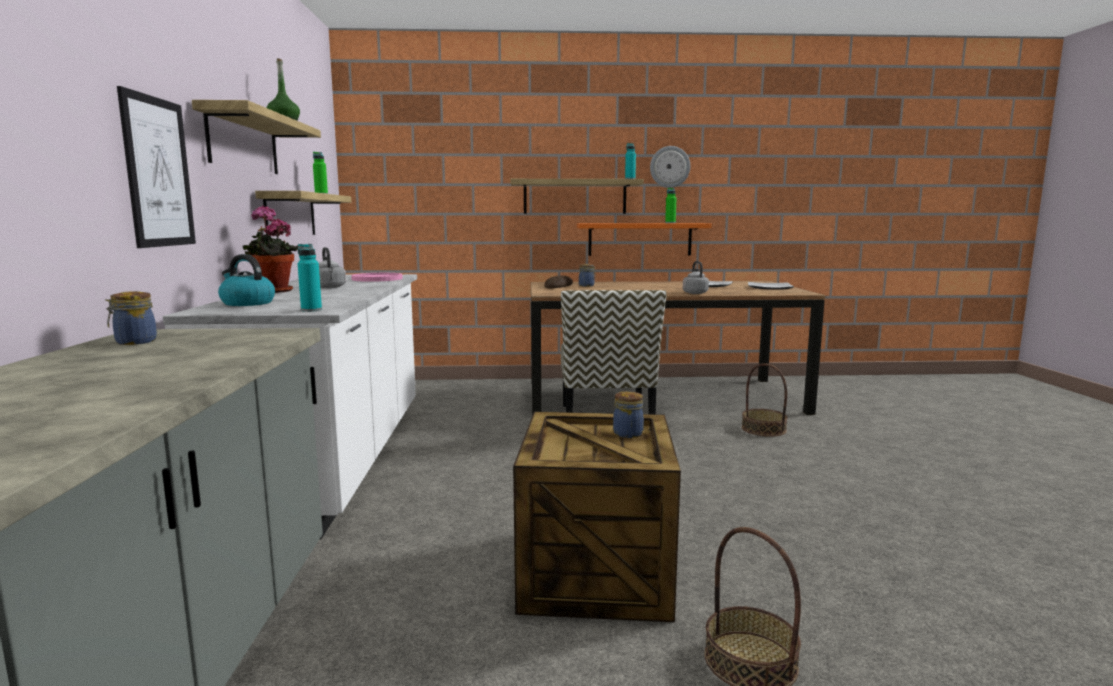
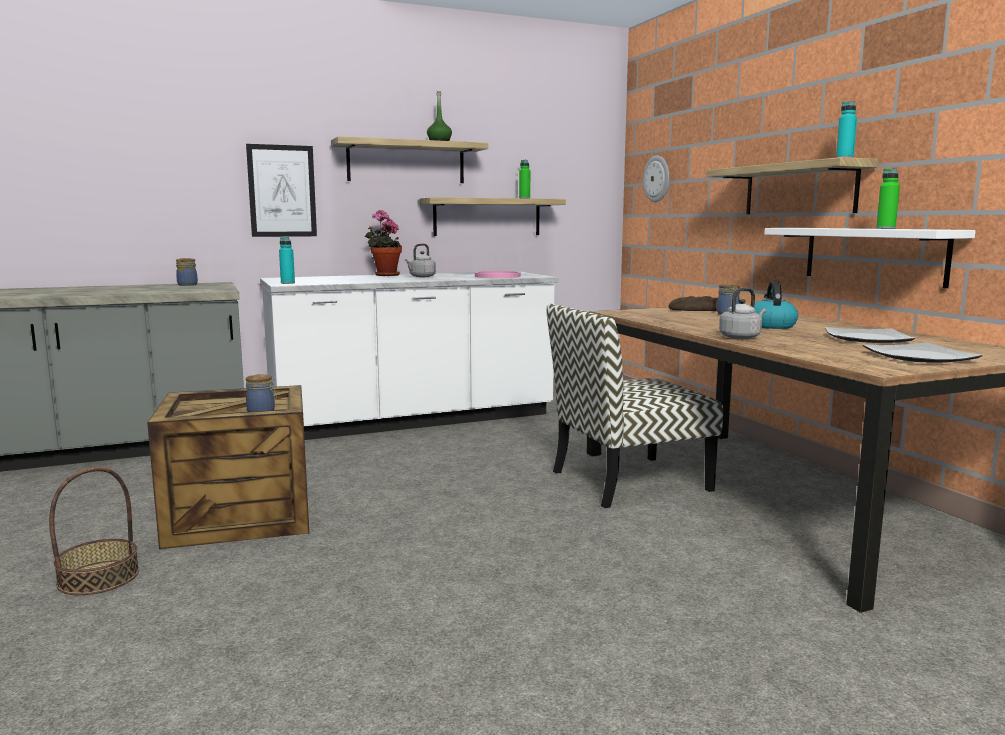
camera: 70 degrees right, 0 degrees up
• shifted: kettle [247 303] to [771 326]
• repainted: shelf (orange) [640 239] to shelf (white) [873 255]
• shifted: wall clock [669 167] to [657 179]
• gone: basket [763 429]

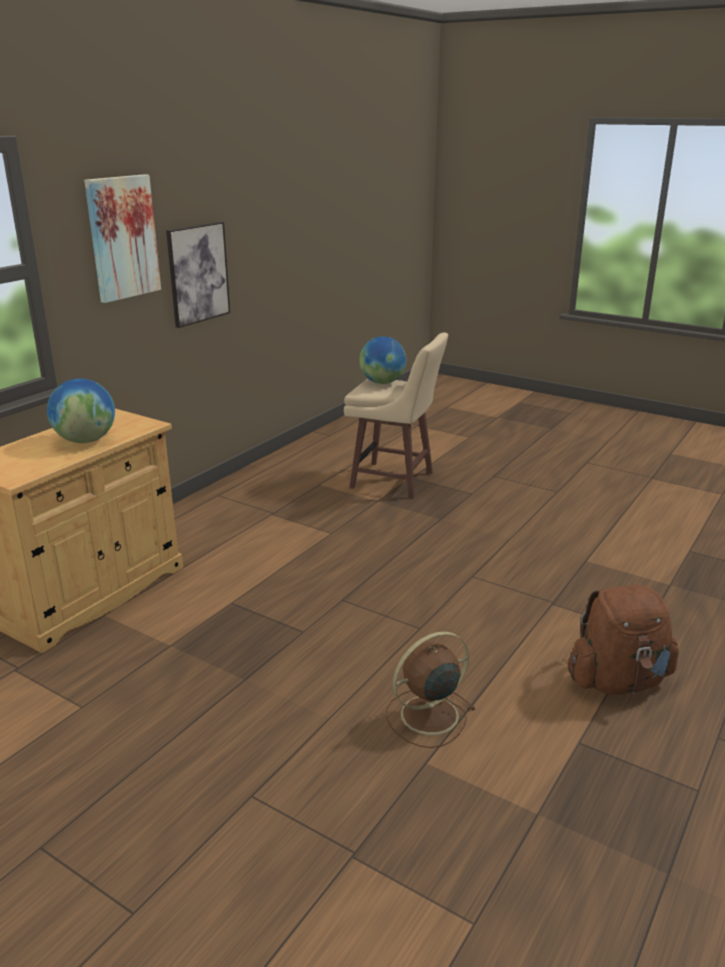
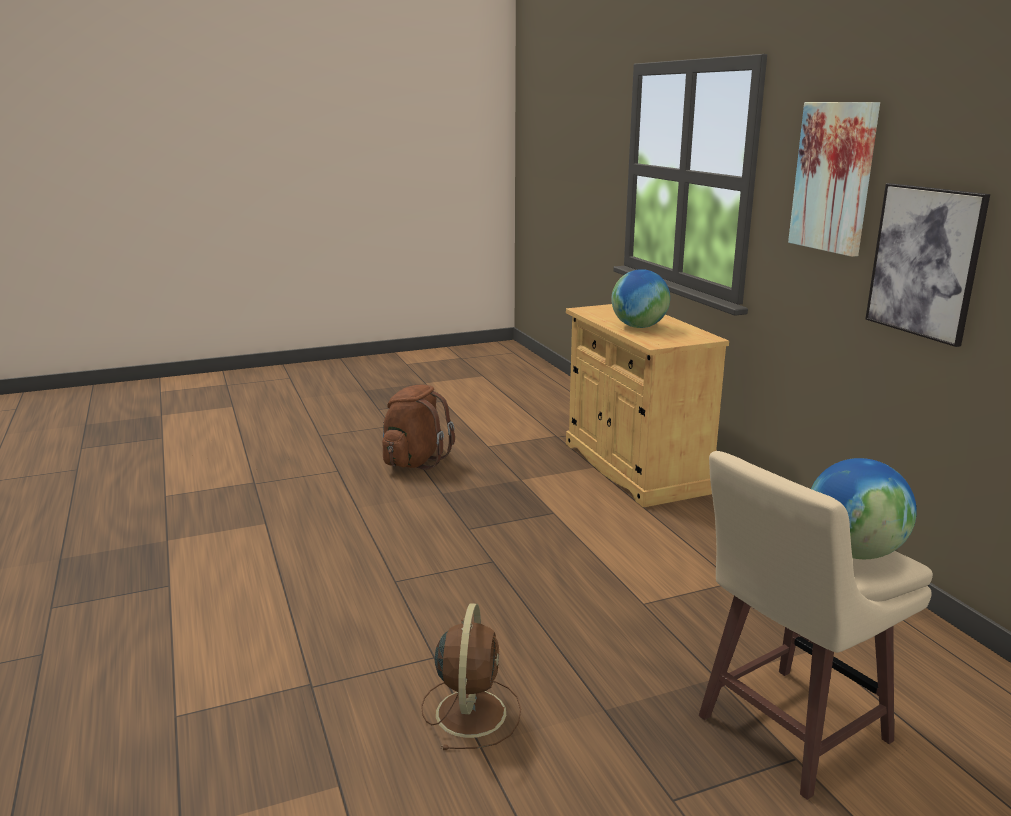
camera: 125 degrees right, 5 degrees down
• shifted: fan (brown) [427 716] to [471 711]
• shifted: backpack (brown) [618 681] to [415 461]

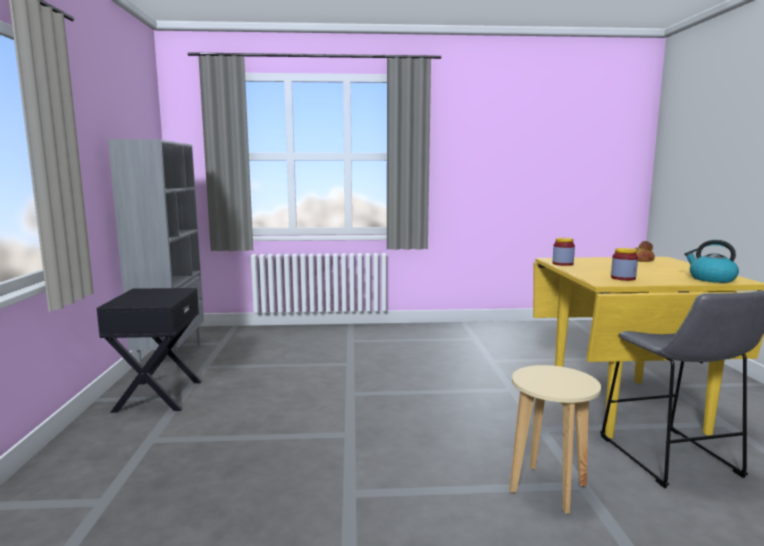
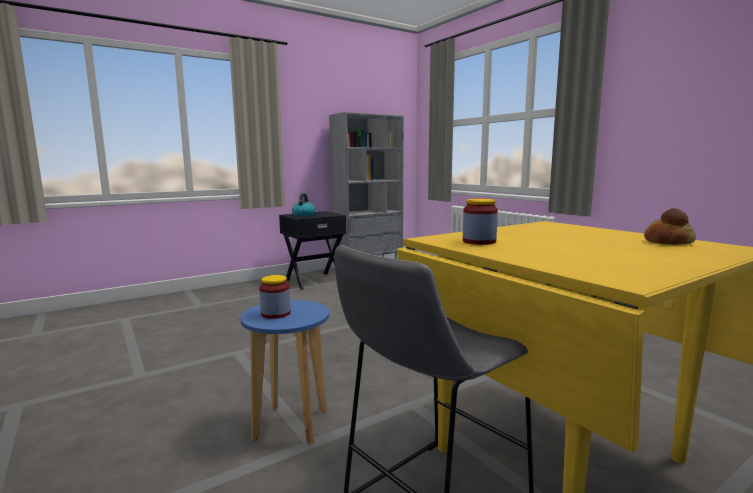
camera: 60 degrees right, 0 degrees up
• repainted: stool (beige) [548 489] to stool (blue) [291 425]
• shifted: jar [562 264] to [276 313]
• shifted: kettle [711 279] to [304 215]

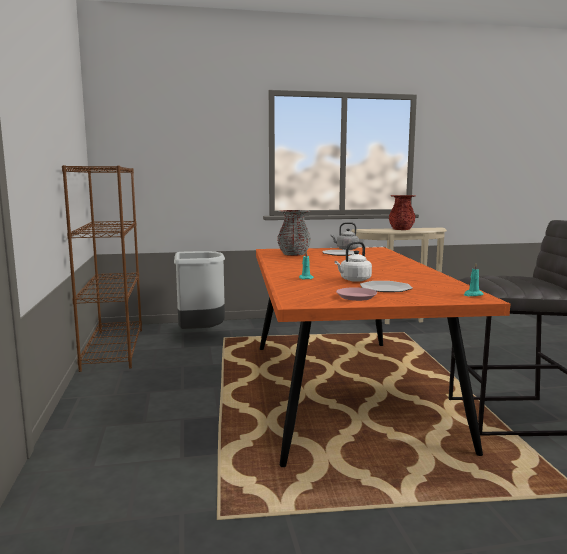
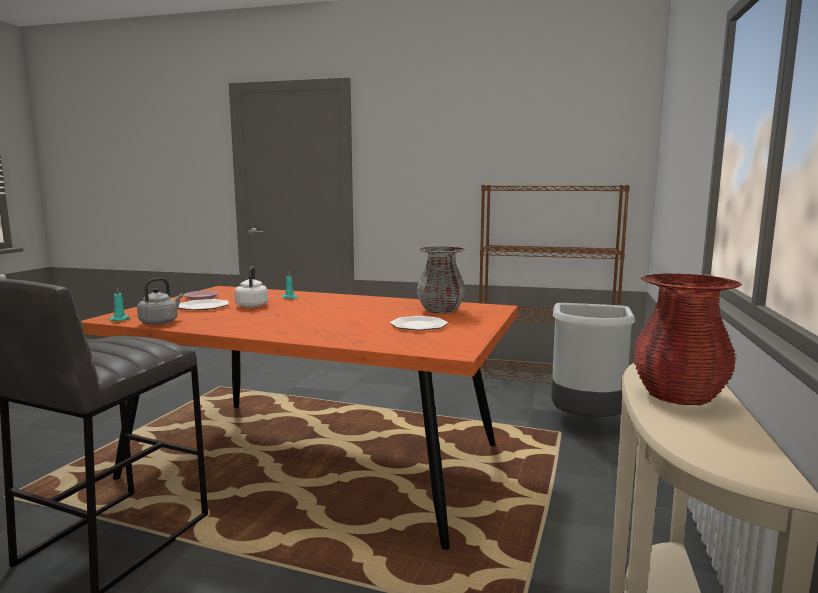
camera: 115 degrees right, 0 degrees up
• shifted: kettle (grey) [346 249] to [160 322]

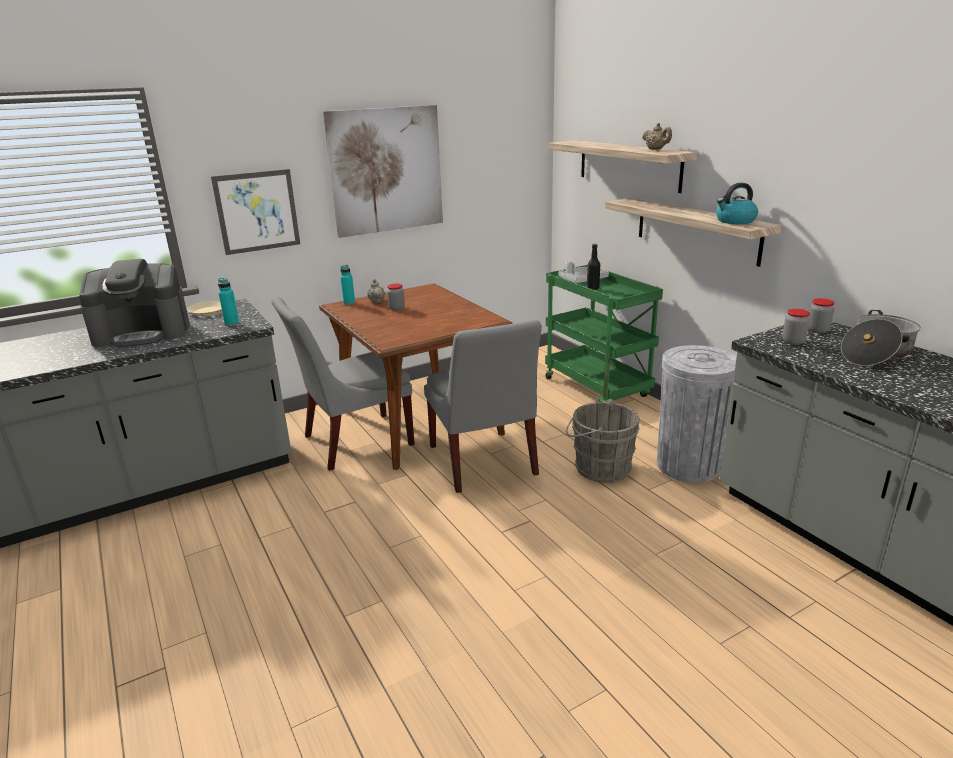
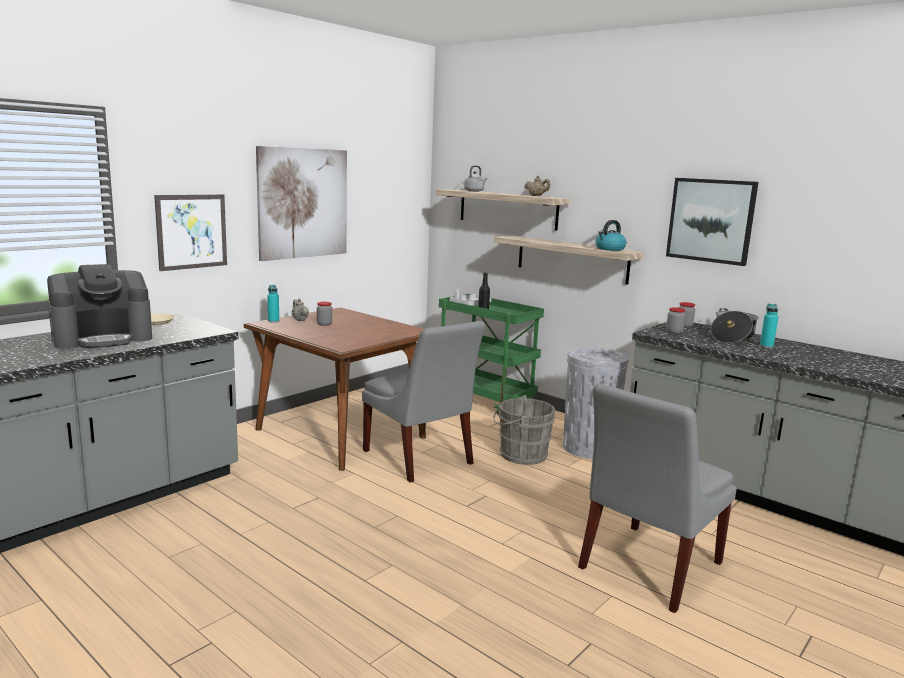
camera: 20 degrees left, 10 degrees down
• shifted: bottle (turquoise) [232 323] to [766 346]
• shifted: chair (grey) [353 441] to [646 567]
• new: kettle (grey) [474 191]
• new: picture [711 220]

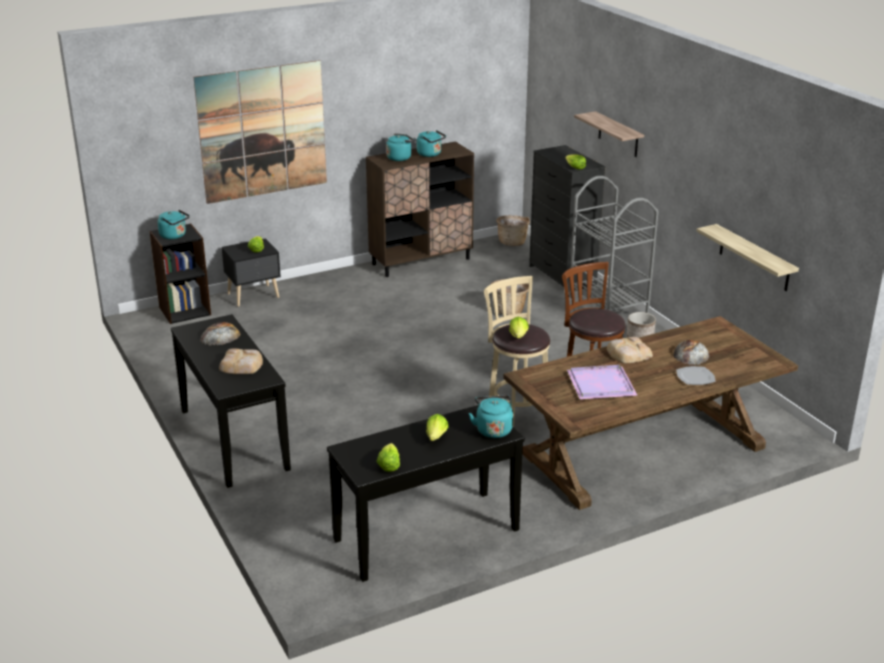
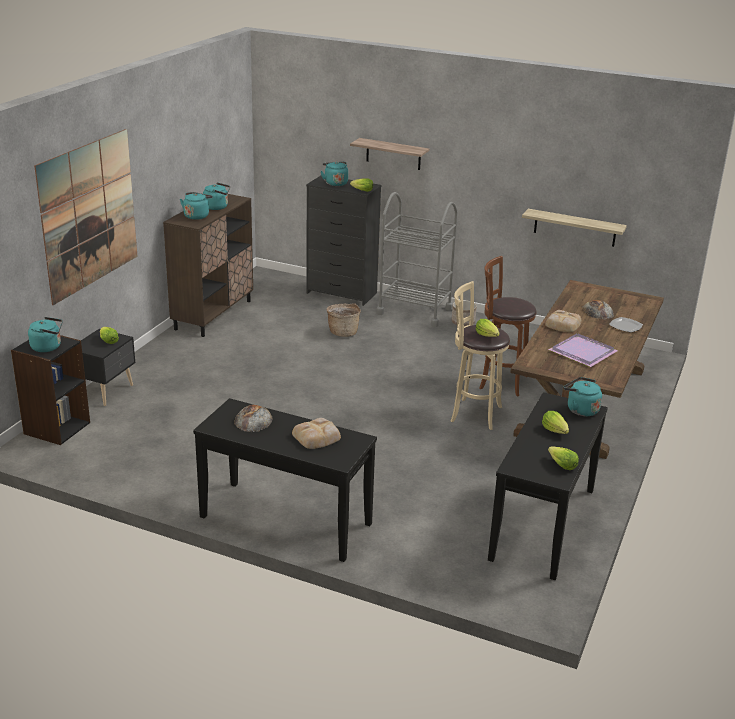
camera: 40 degrees left, 0 degrees up
• gone: basket [512 242]
• new: kettle (turquoise) [335 183]

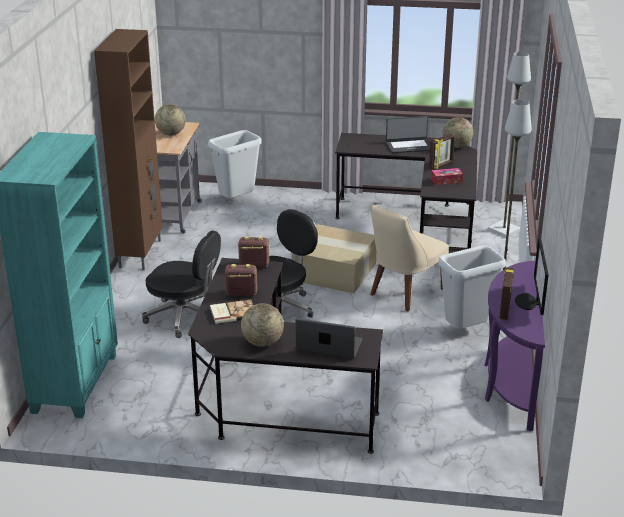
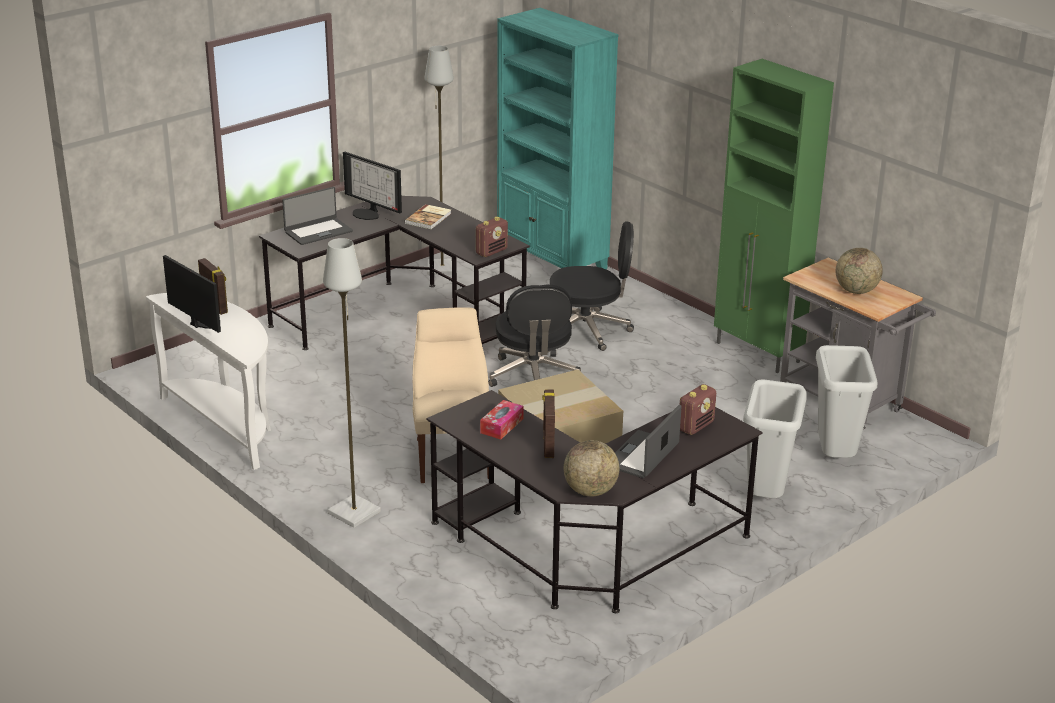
camera: 130 degrees right, 0 degrees up
• repainted: cabinet (brown) [141 253] to cabinet (green) [758 353]
• rotated: office chair (black) [184 317] = [588 330] 150 degrees counterclockwise
• shifted: radio [241 293] to [696 426]
• swapped: globe [262 342] to monitor [368 213]
• shifted: trash can (grey) [466 330] to [767 497]
• repainted: console table (purple) [509 383] to console table (white) [226 425]
• shifted: floor lamp (grey) [504 230] to [441 269]

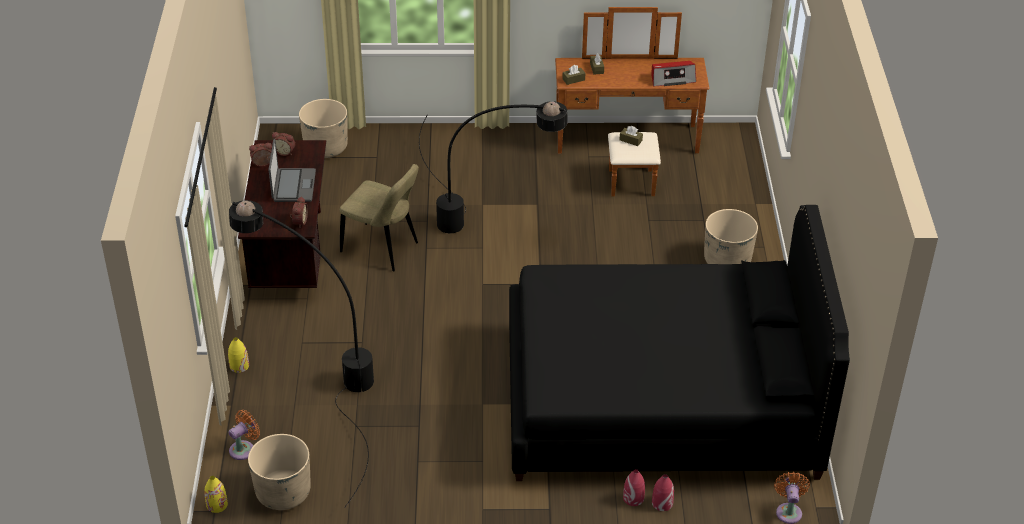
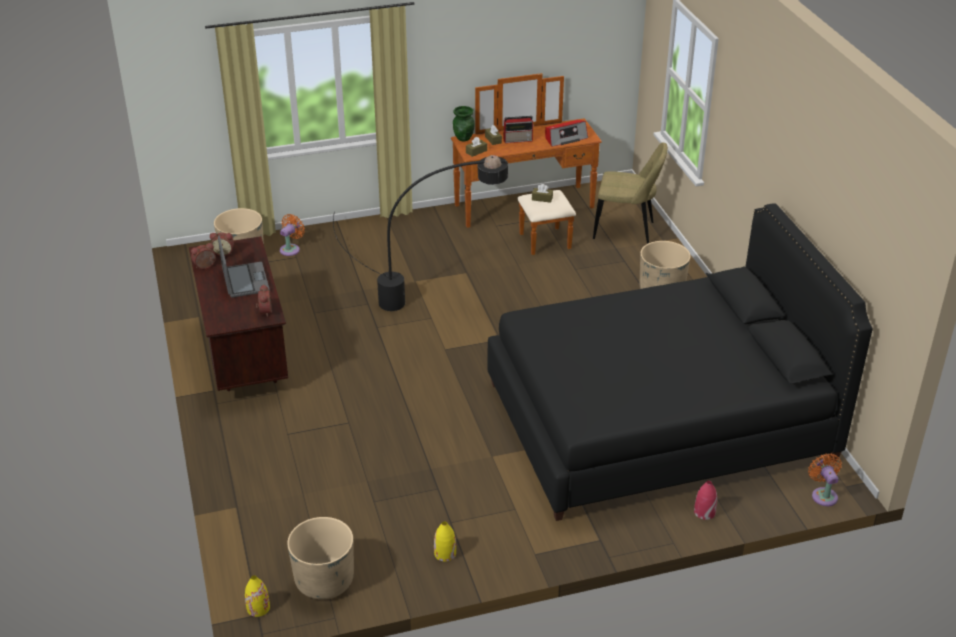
camera: 15 degrees left, 5 degrees down
• shifted: vase (yellow) [239 366] to [444 553]
• shifted: fan (orange) [244 449] to [291 249]
• gone: floor lamp (black) [318 381]
• shifted: chair (beige) [382 249] to [627 231]
• gone: vase (red) [633 498]
• new: vase (green) [464 138]
• new: radio [518 140]

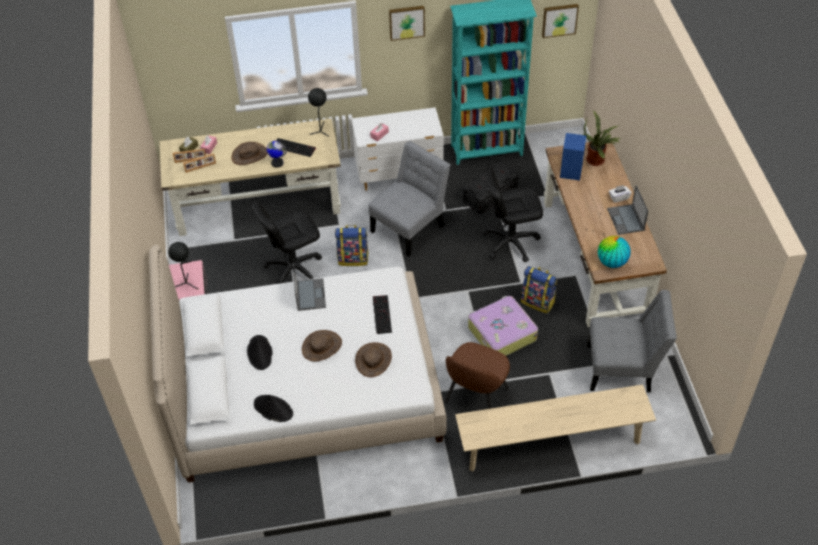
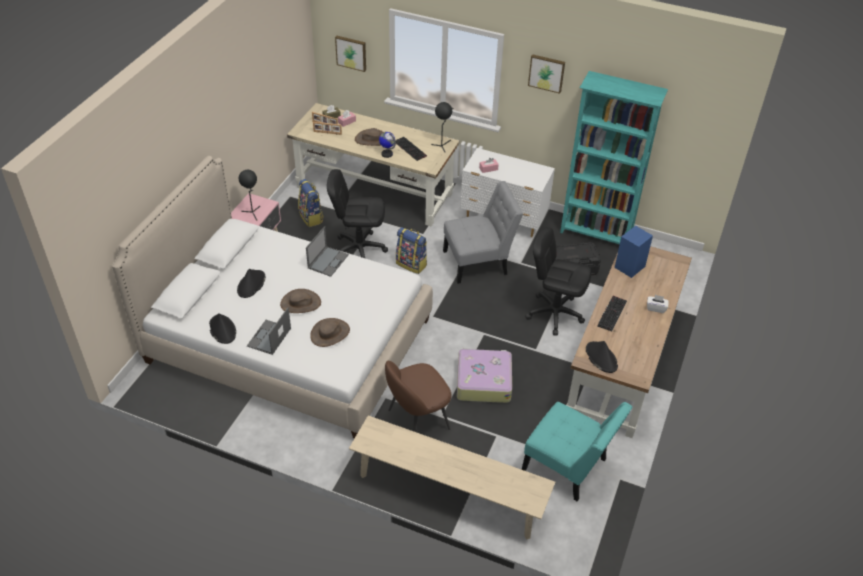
camera: 30 degrees right, 5 degrees down
• shifted: keyboard [381 314] to [611 313]
• shifted: backpack [538 302] to [311 217]
• shifted: picture [559 19] to [351 52]
• gone: potted plant [597 160]
• repainted: chair (grey) [623 368] to chair (turquoise) [568 467]
• swapped: globe [612 262] to hat (black) [601 357]
• shifted: laptop [626 220] to [269 337]

